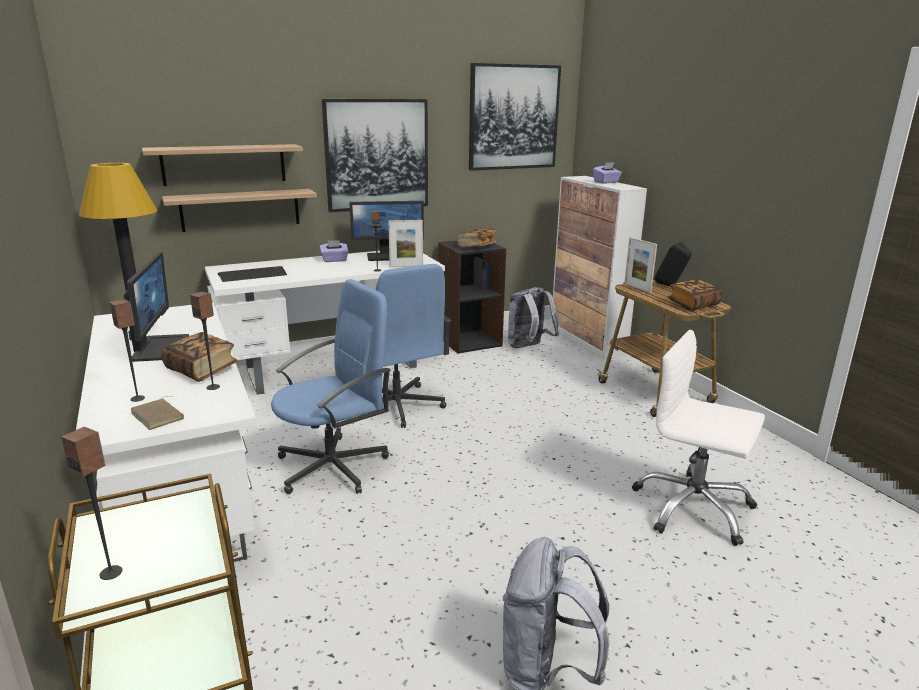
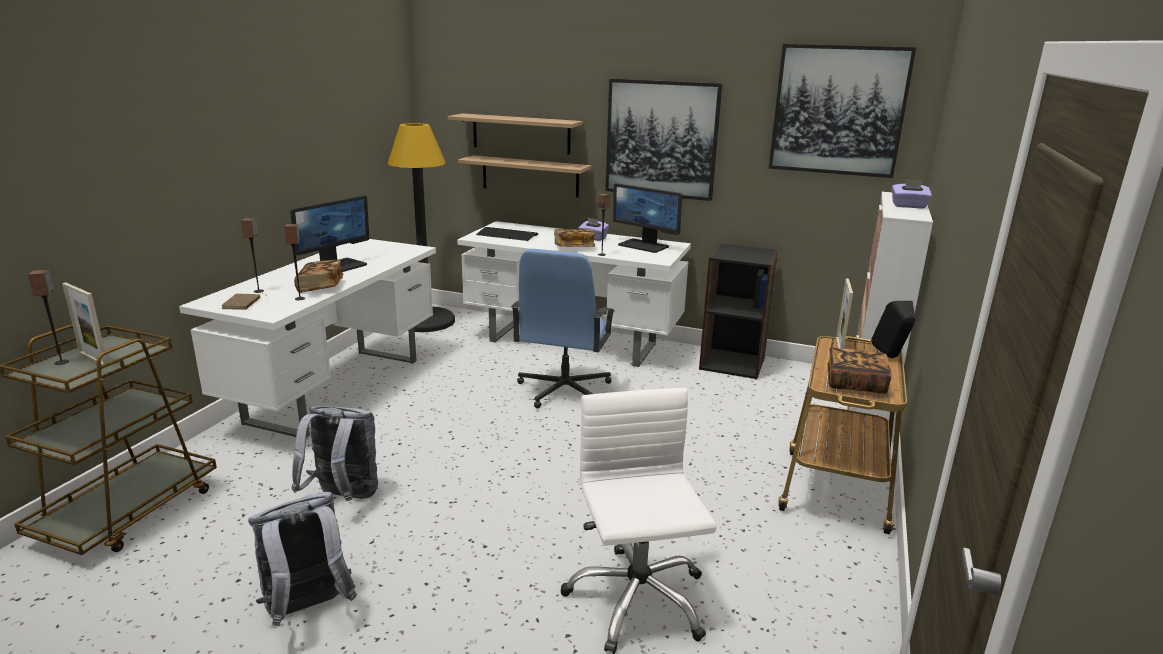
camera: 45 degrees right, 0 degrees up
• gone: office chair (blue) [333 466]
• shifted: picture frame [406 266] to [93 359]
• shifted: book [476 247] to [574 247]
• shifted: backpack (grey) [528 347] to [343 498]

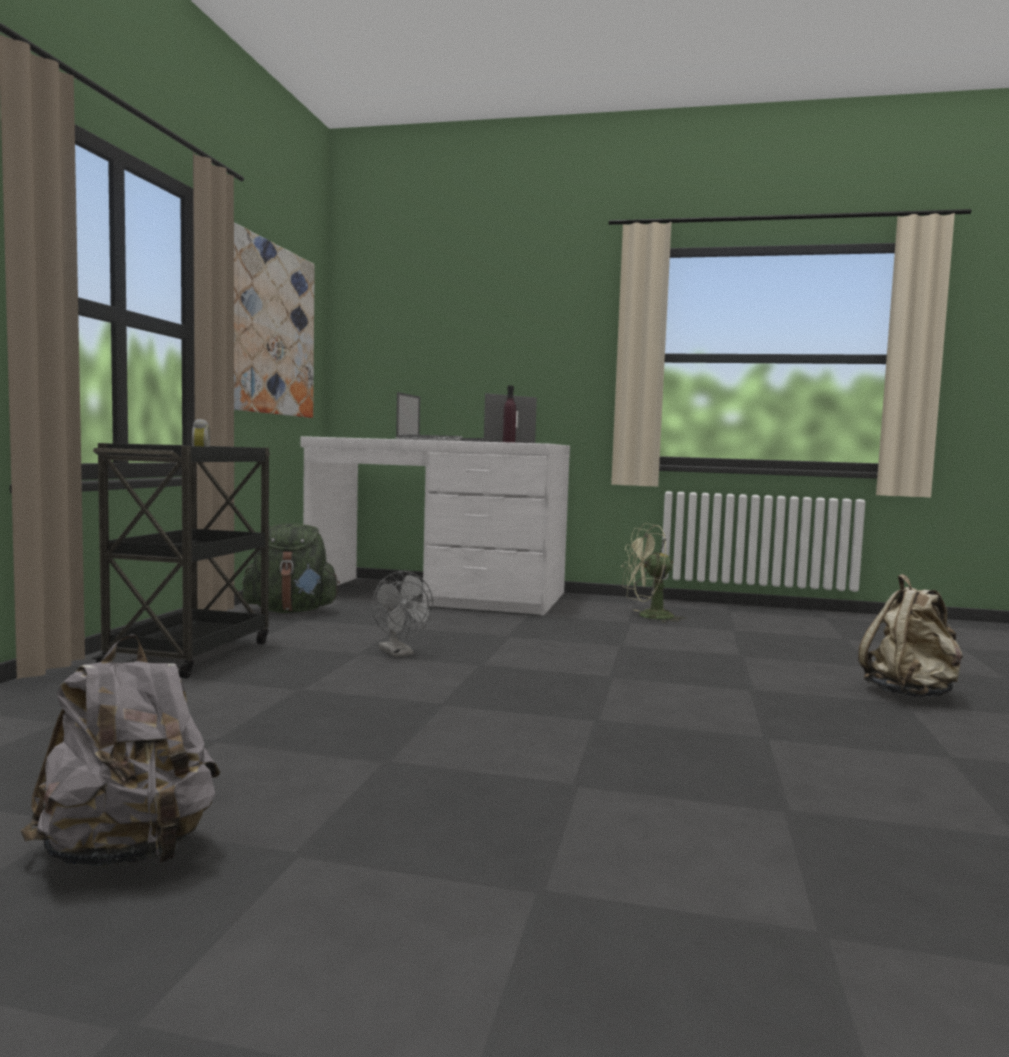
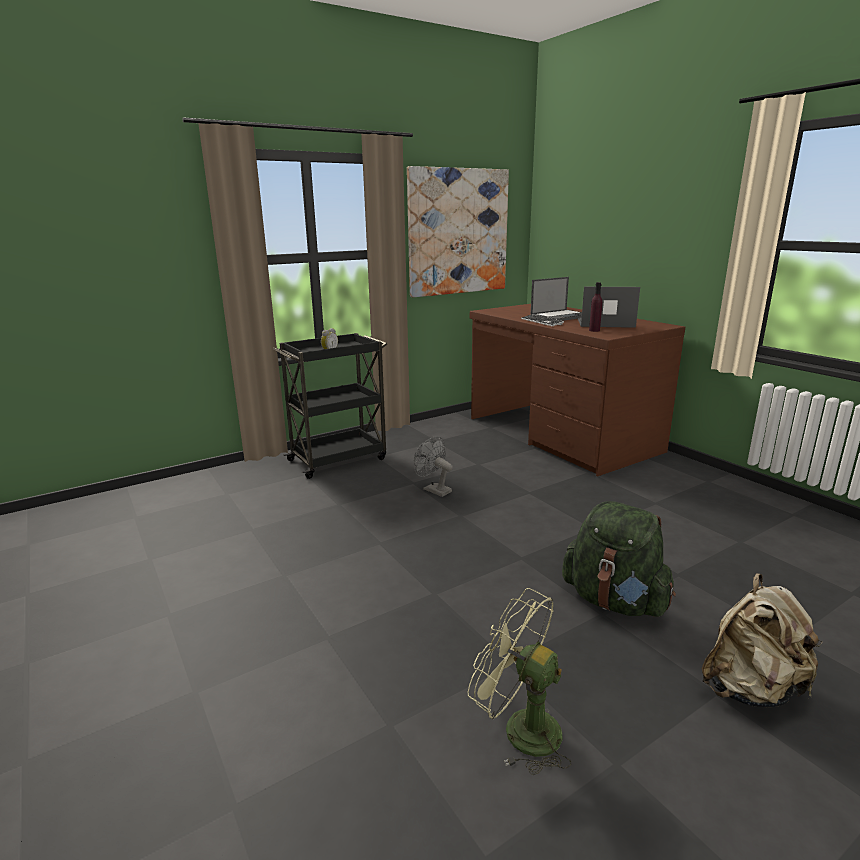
camera: 45 degrees right, 15 degrees up
• gone: backpack (grey) [128 854]
• shifted: backpack (green) [291 611] to [614 601]
• repainted: desk (white) [438 595] to desk (brown) [560 434]
• rotated: fan (grey) [399 653] = [433 490] 120 degrees clockwise
• shifted: fan (green) [648 617] to [520 728]

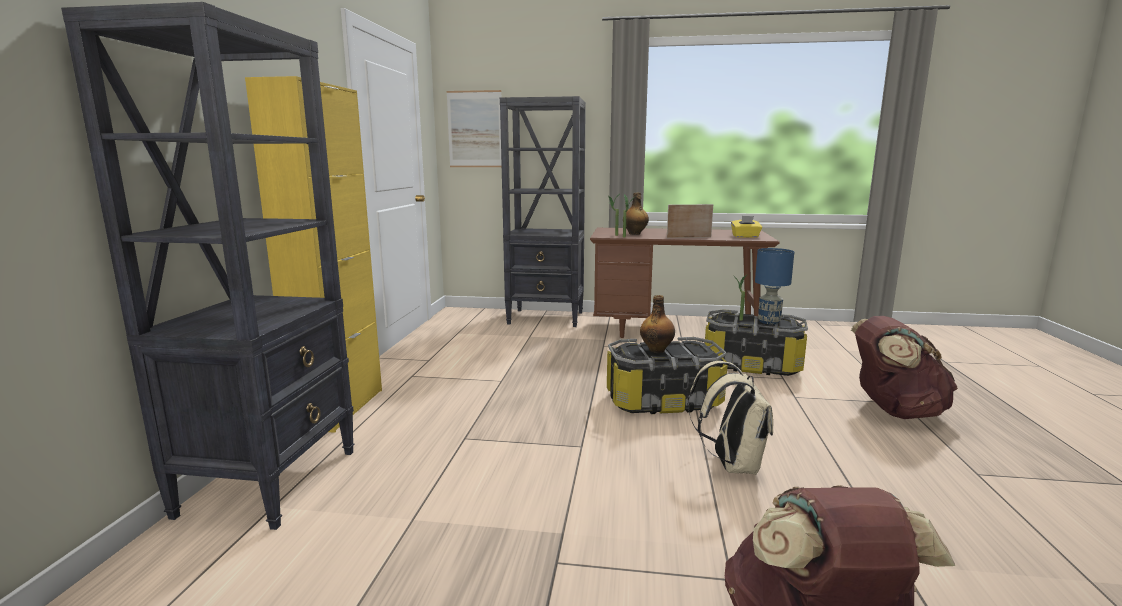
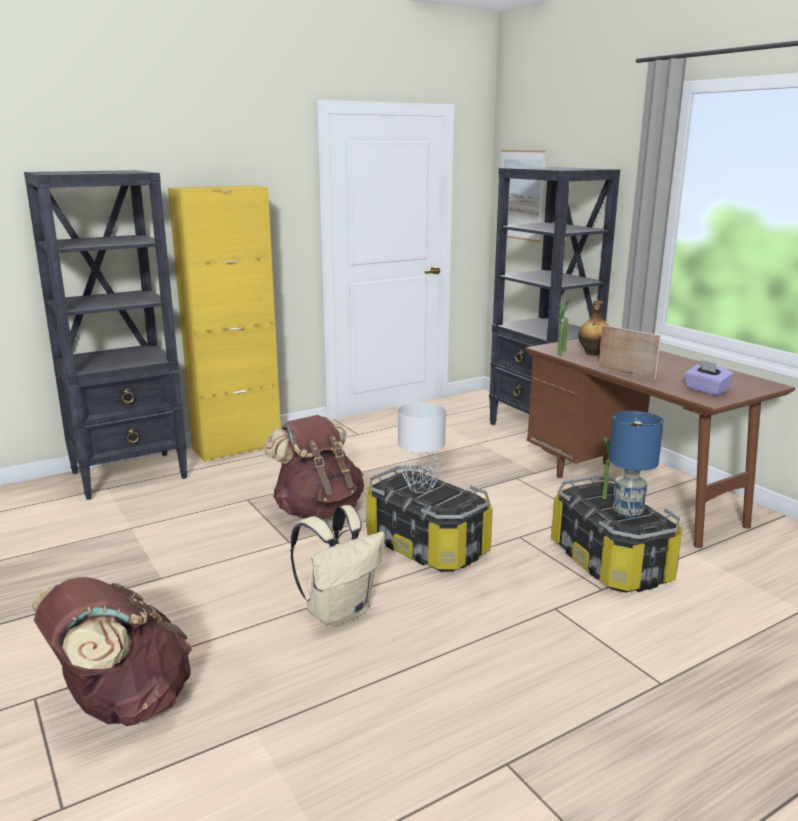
camera: 50 degrees right, 5 degrees up
• swapped: bottle [657 350] to table lamp (grey) [422 487]
• repainted: tissue box (yellow) [745 236] to tissue box (purple) [706 390]
• shifted: backpack (brown) [894 411] to [318 511]

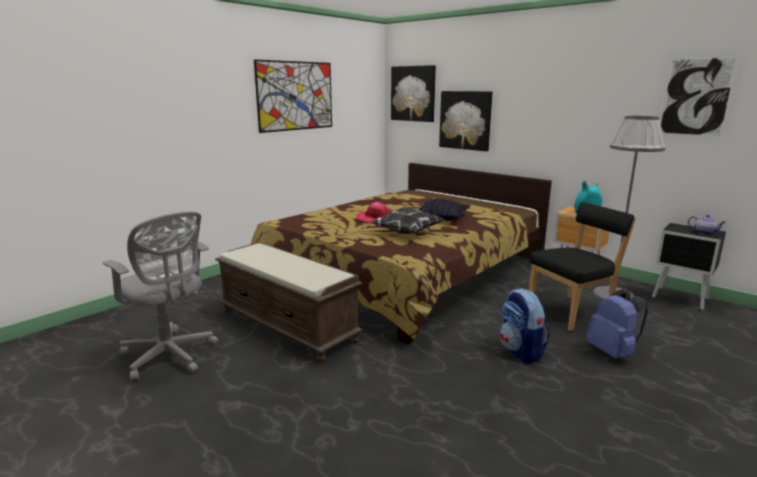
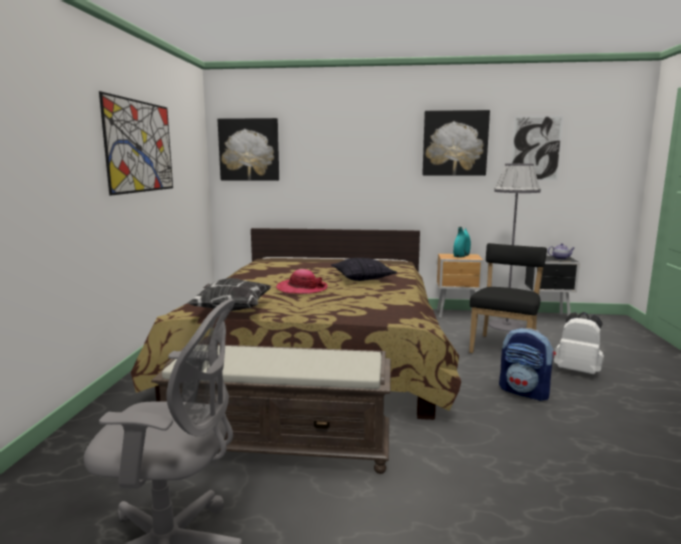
camera: 35 degrees left, 5 degrees down
• shifted: pillow [407 233] to [231 310]
• shifted: picture [465 120] to [455 143]
• repainted: backpack (blue) [613 352] to backpack (white) [577 371]

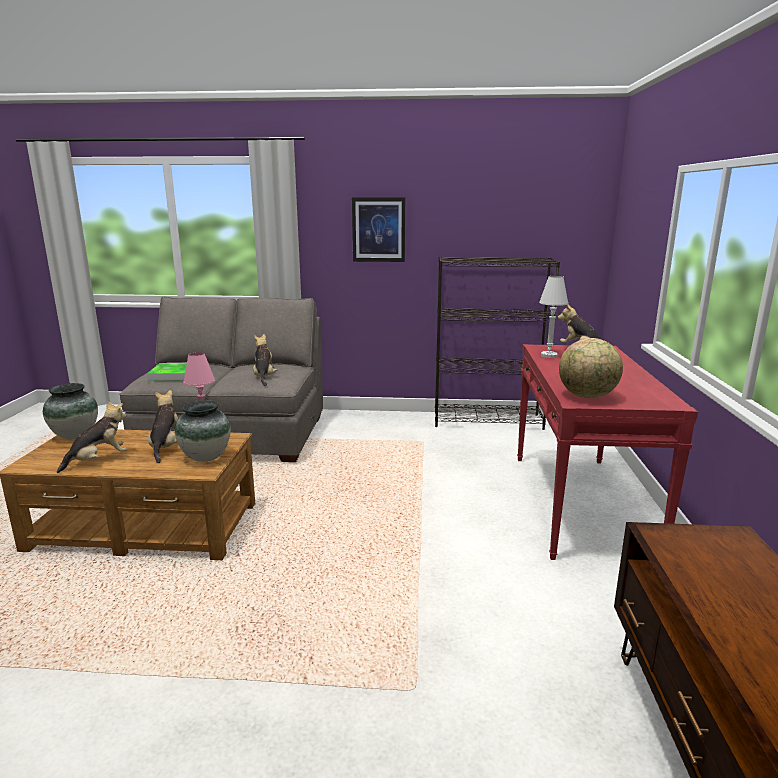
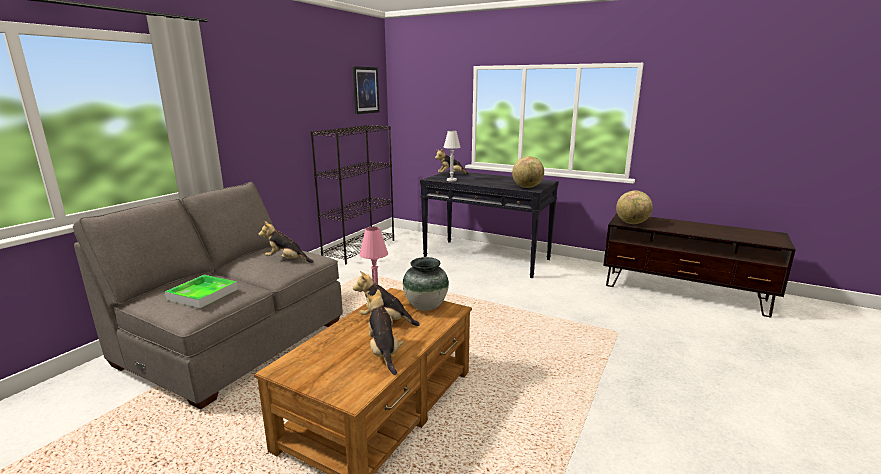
camera: 65 degrees left, 0 degrees up
• gone: vase [75 436]
• shifted: picture [378 229] to [365 90]
• repainted: console table (red) [579 503] to console table (black) [486 258]
• new: globe [632 223]

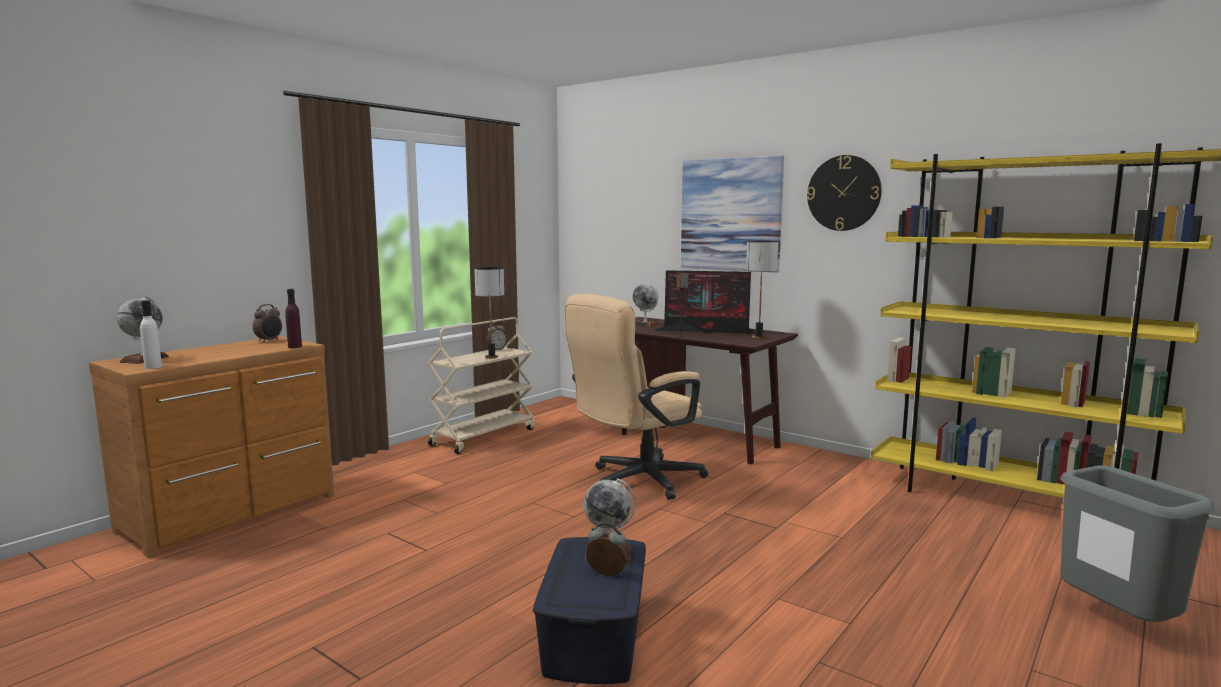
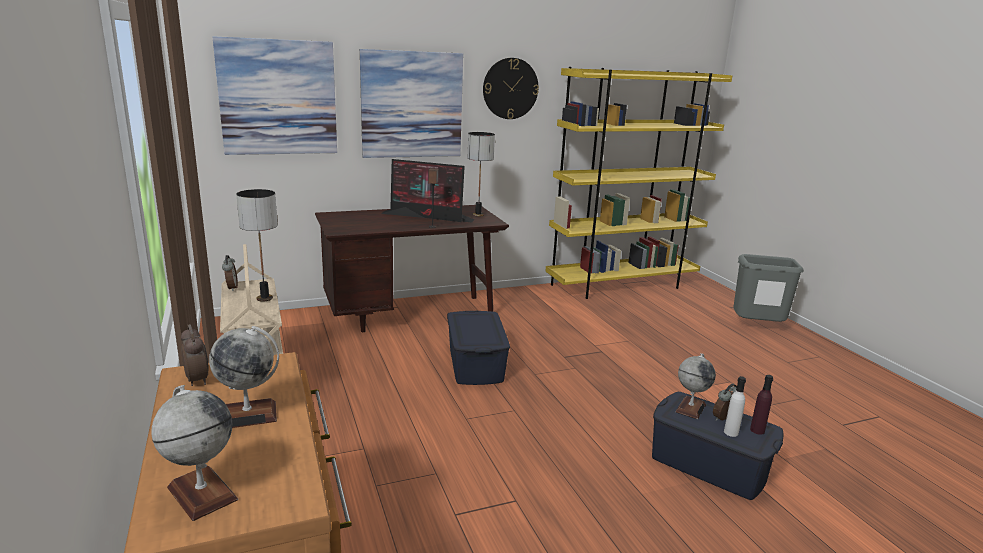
camera: 60 degrees left, 10 degrees up
• shifted: bottle (white) [153 367] to [731 432]
• shifted: bottle (purple) [295 347] to [757 430]
• swapped: office chair (beige) [636 481] to storage box (blue) [475 364]
• shifted: globe [645 325] to [248 415]
• rotated: monitor [708 331] = [428 216] 60 degrees clockwise
• new: picture [278 97]

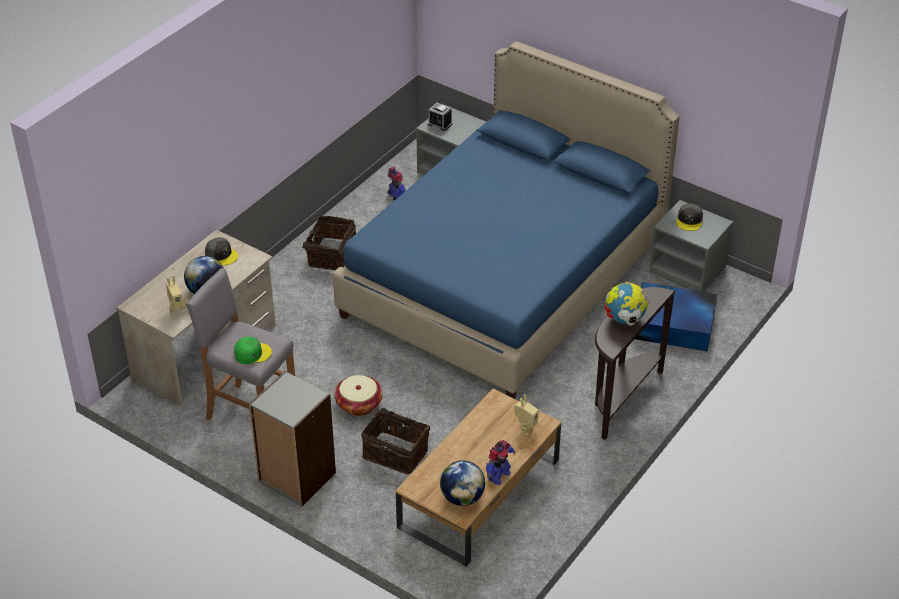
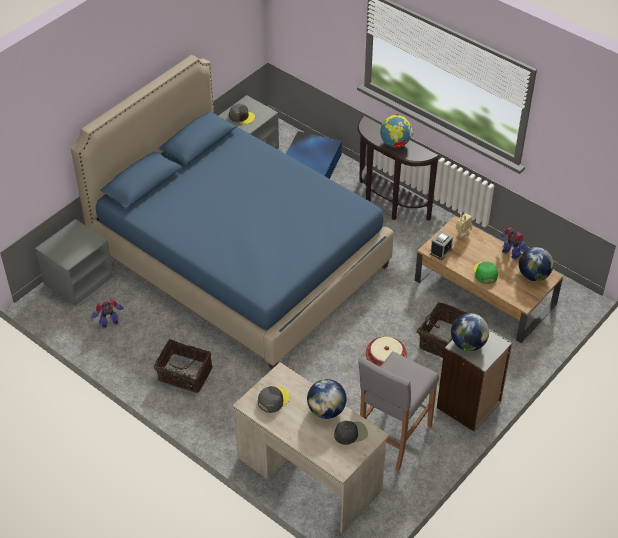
camera: 85 degrees left, 5 degrees up
• swapped: toy robot [176 310] to cap (black) [351 433]
• shifted: cap (green) [252 353] to [485 273]
• shifted: alarm clock [440 124] to [441 251]
• new: globe [468 344]

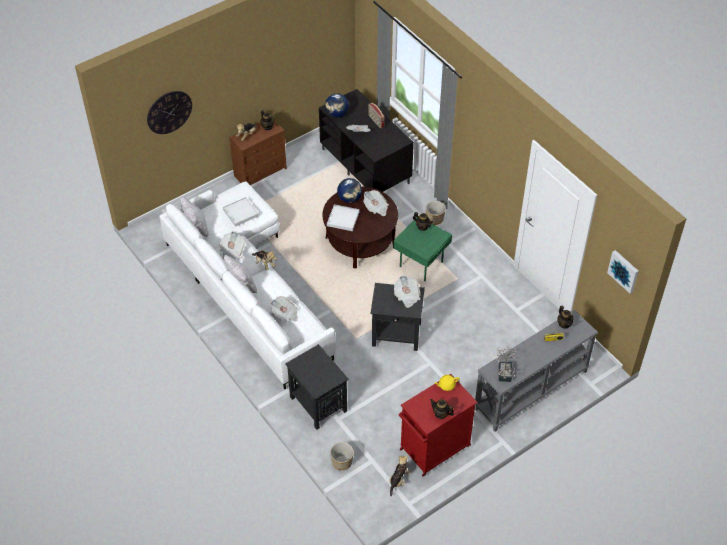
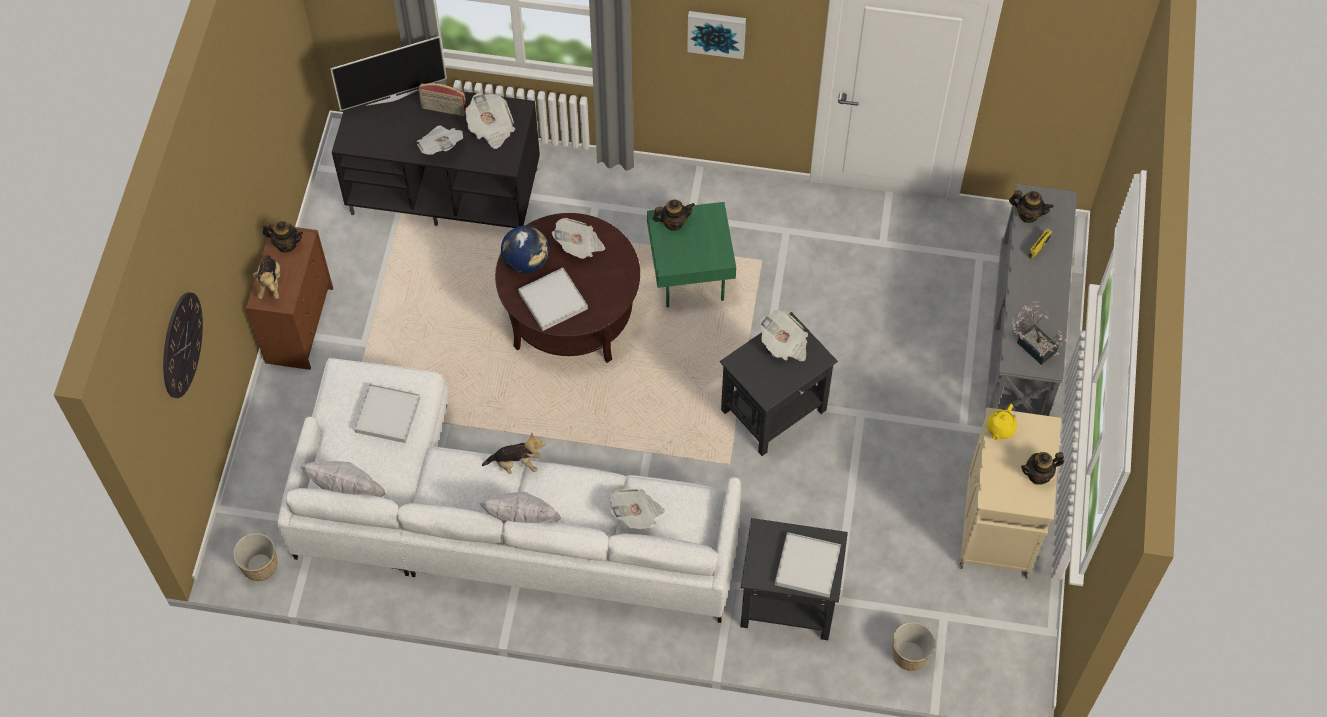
camera: 45 degrees left, 10 degrees up
• shifted: newspaper [232 251] to [491 128]
• gone: globe [337 114]
• gone: plush toy [398 480]
• repainted: cabinet (red) [433 448] to cabinet (beige) [997 528]
• shifted: planter [435 219] to [260 565]
• shifted: picture [624 271] to [716 32]
• new: television [393 96]
• new: tray (white) [807 566]

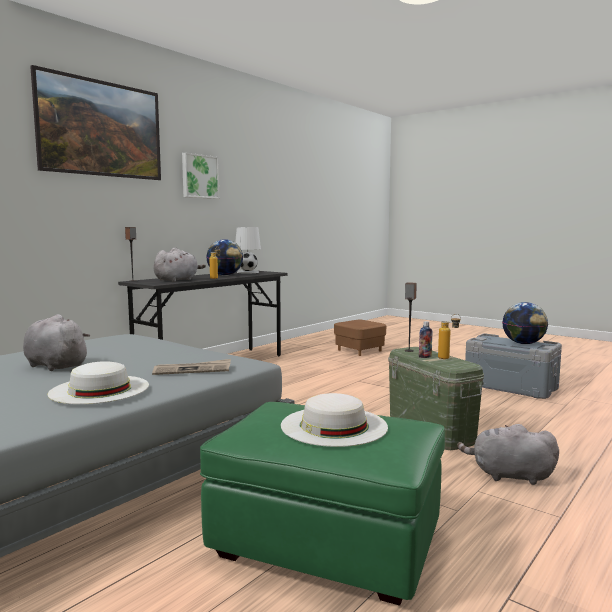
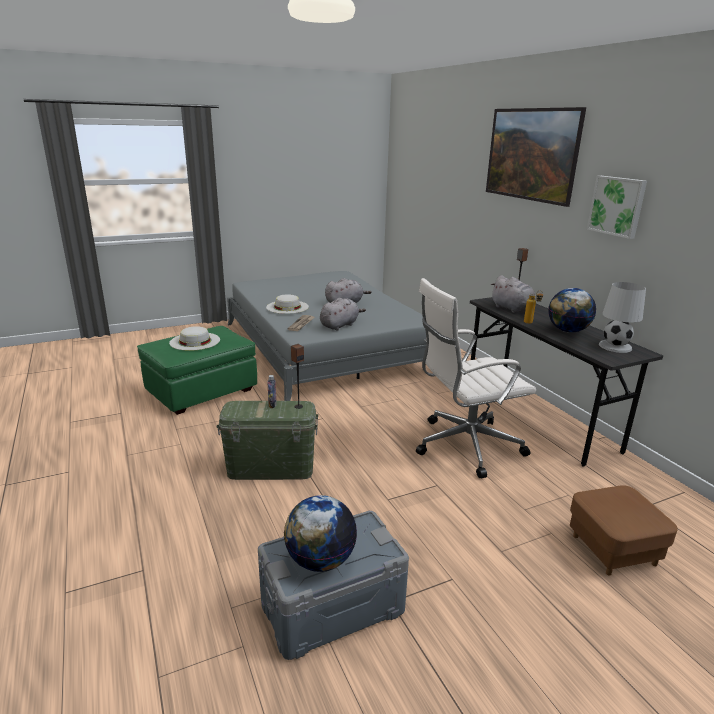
camera: 115 degrees right, 15 degrees up
• gone: bottle [448 358]
• shifted: plush toy (grey) [508 475] to [340 325]
• new: office chair (white) [464 445]

